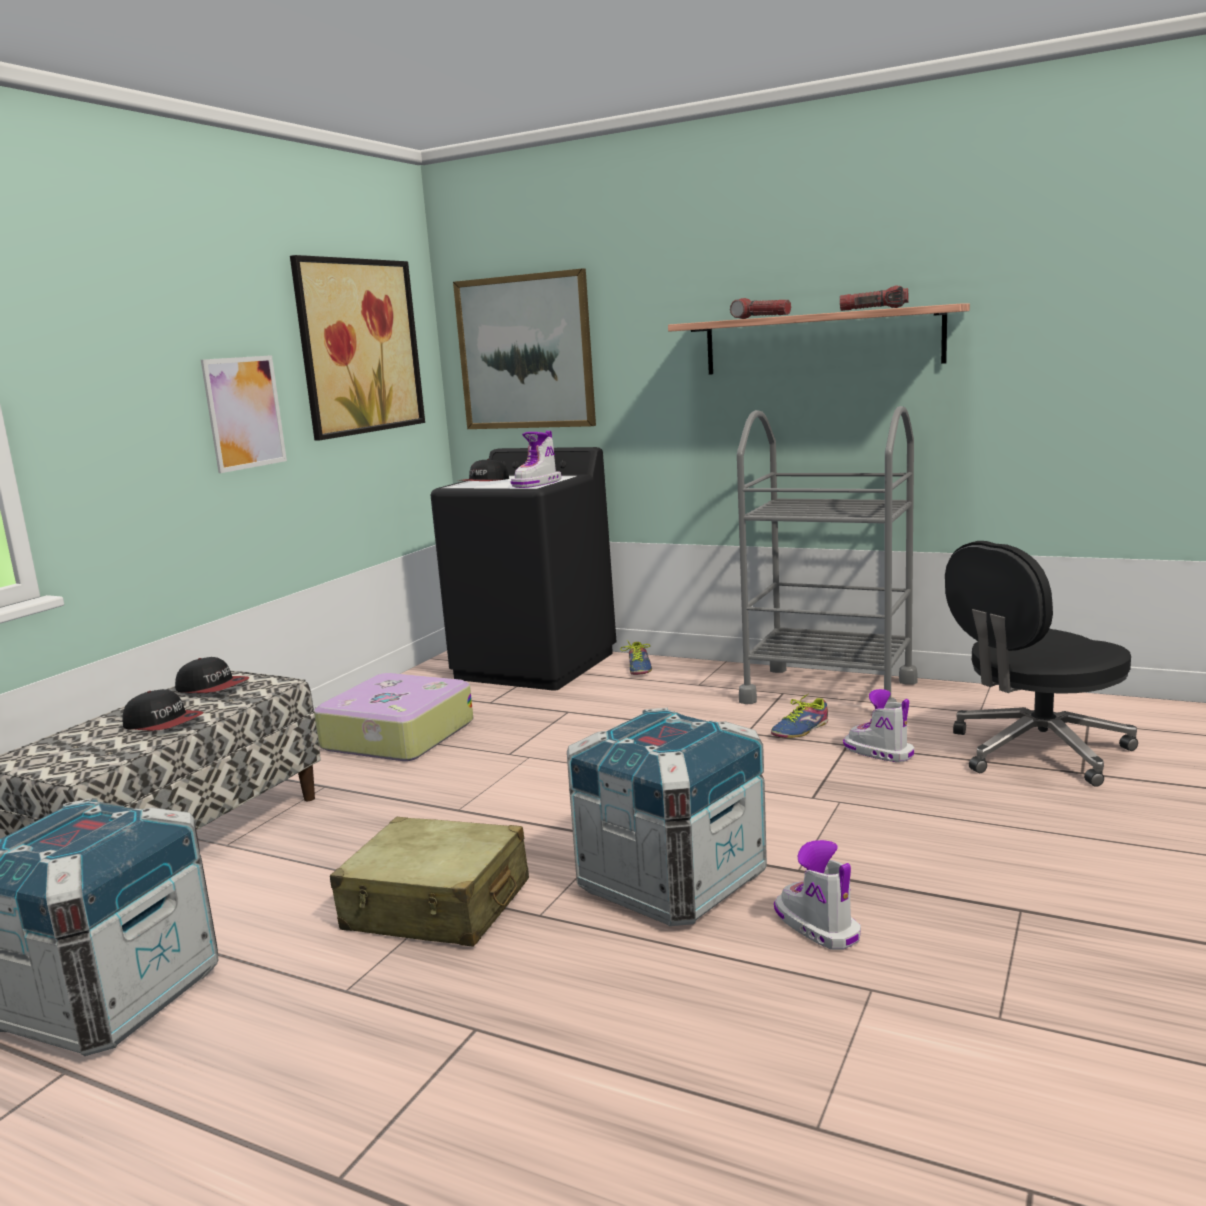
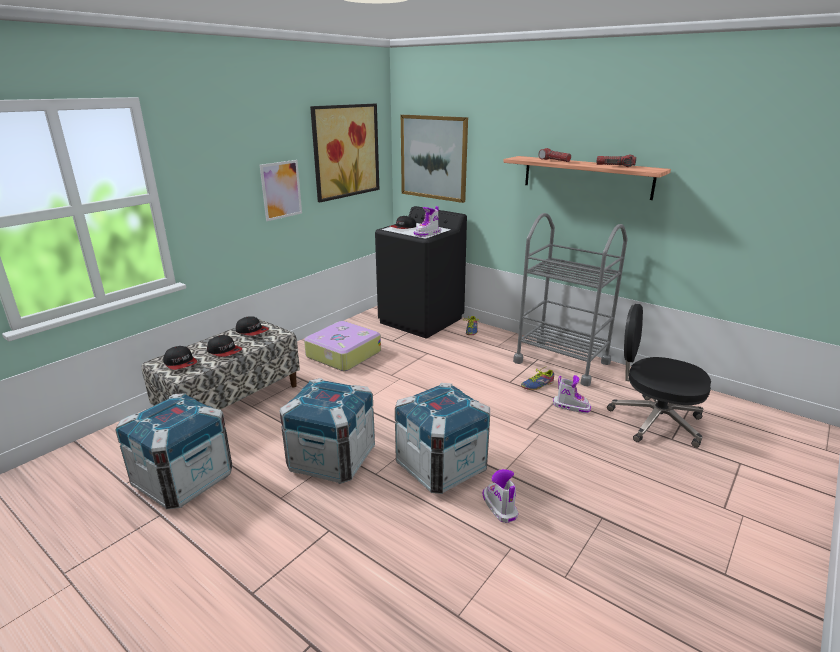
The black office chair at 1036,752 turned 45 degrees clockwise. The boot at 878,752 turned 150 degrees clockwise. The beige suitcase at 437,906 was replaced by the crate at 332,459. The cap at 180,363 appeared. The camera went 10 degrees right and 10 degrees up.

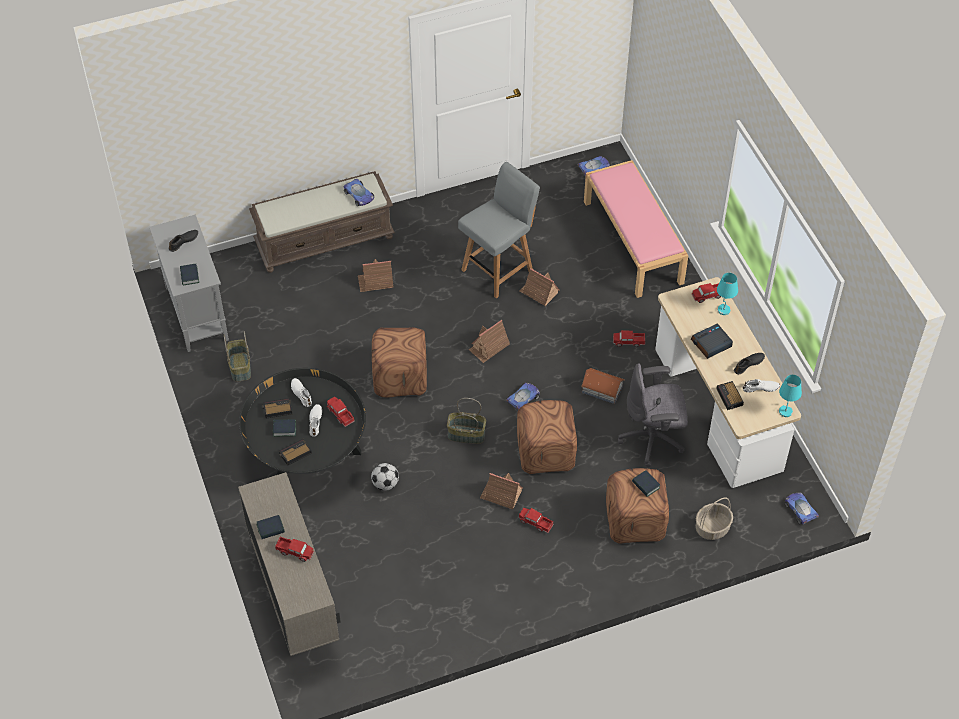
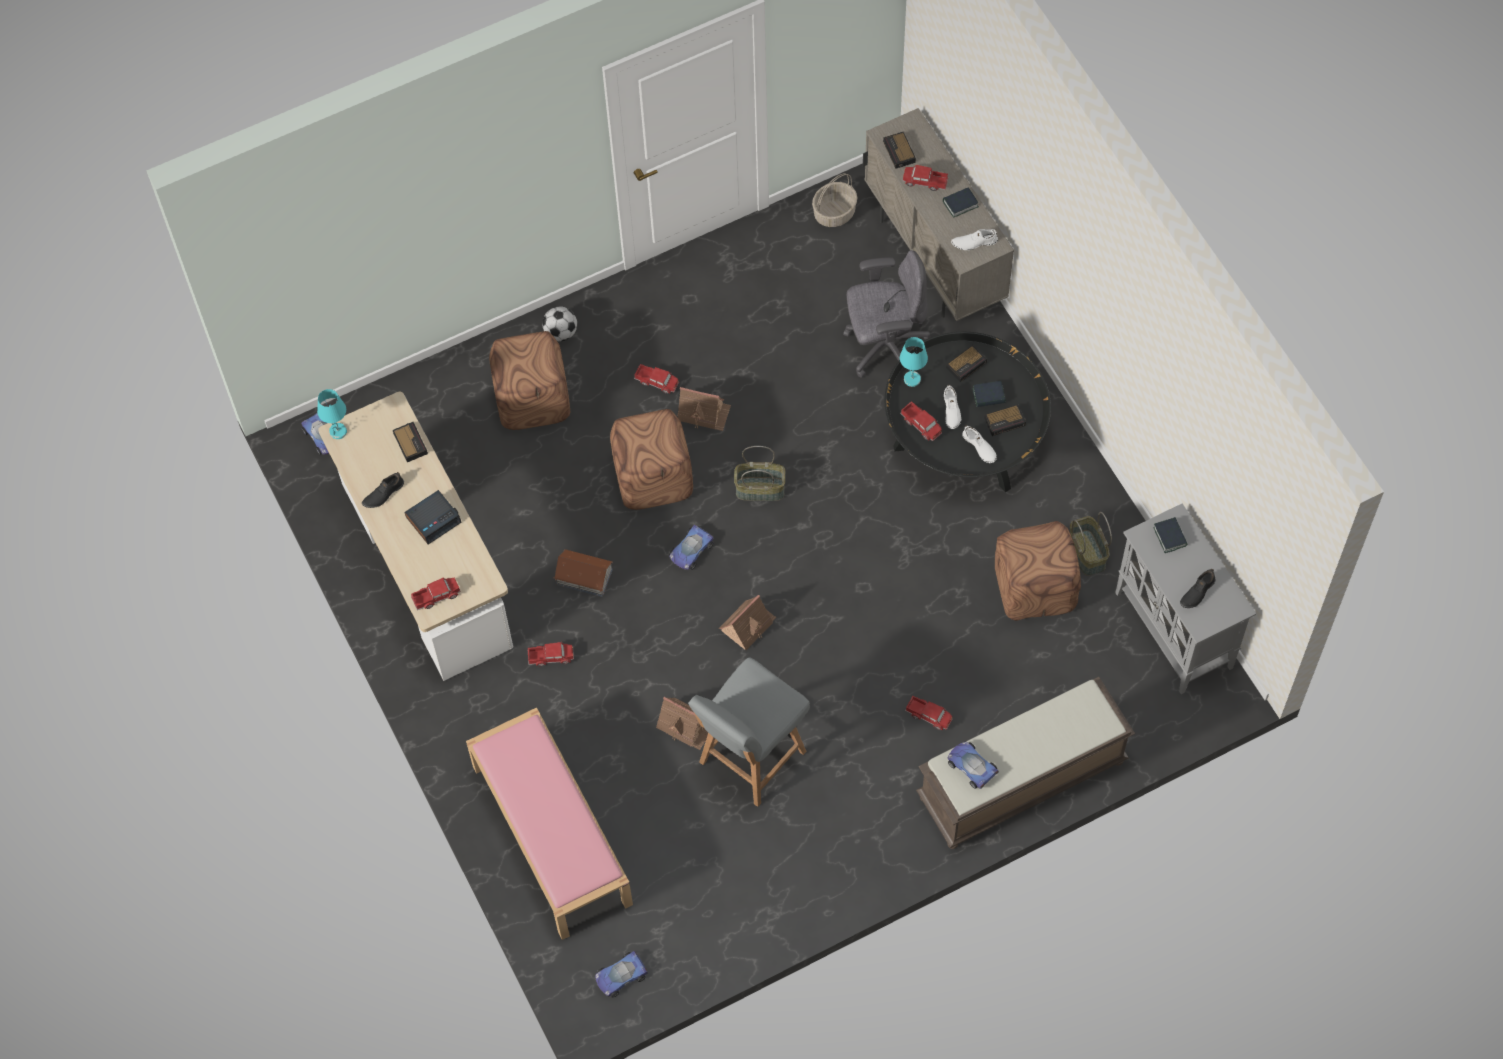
The toy house at 376,281 was replaced by the toy truck at 929,715. The turquoise table lamp moved from 723,310 to 912,378. The brown ottoman moved from 400,378 to 1033,586. The grey office chair moved from 652,439 to 885,346. The white shoe moved from 760,388 to 974,242. The football moved from 385,484 to 561,332. The book at 645,485 disappeared. The basket moved from 712,528 to 834,212. The alarm clock at 899,152 appeared. The camera went 175 degrees right and 10 degrees up.

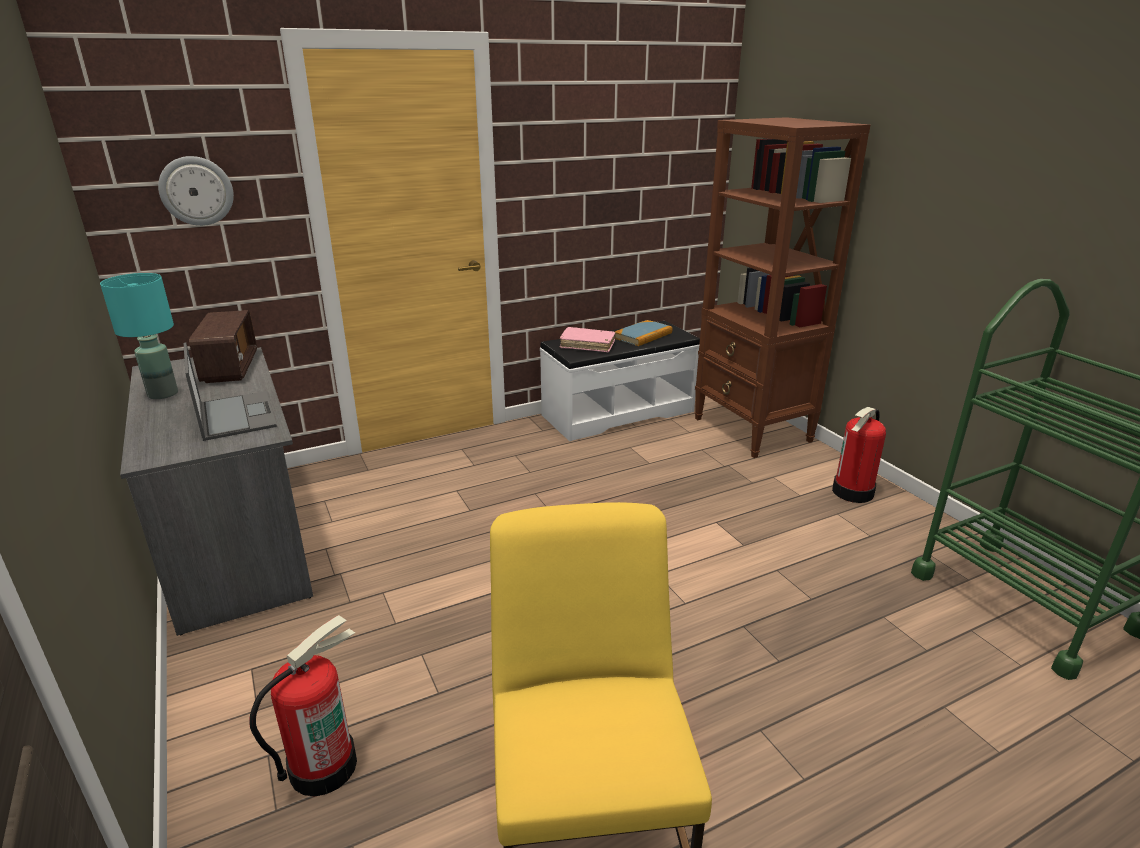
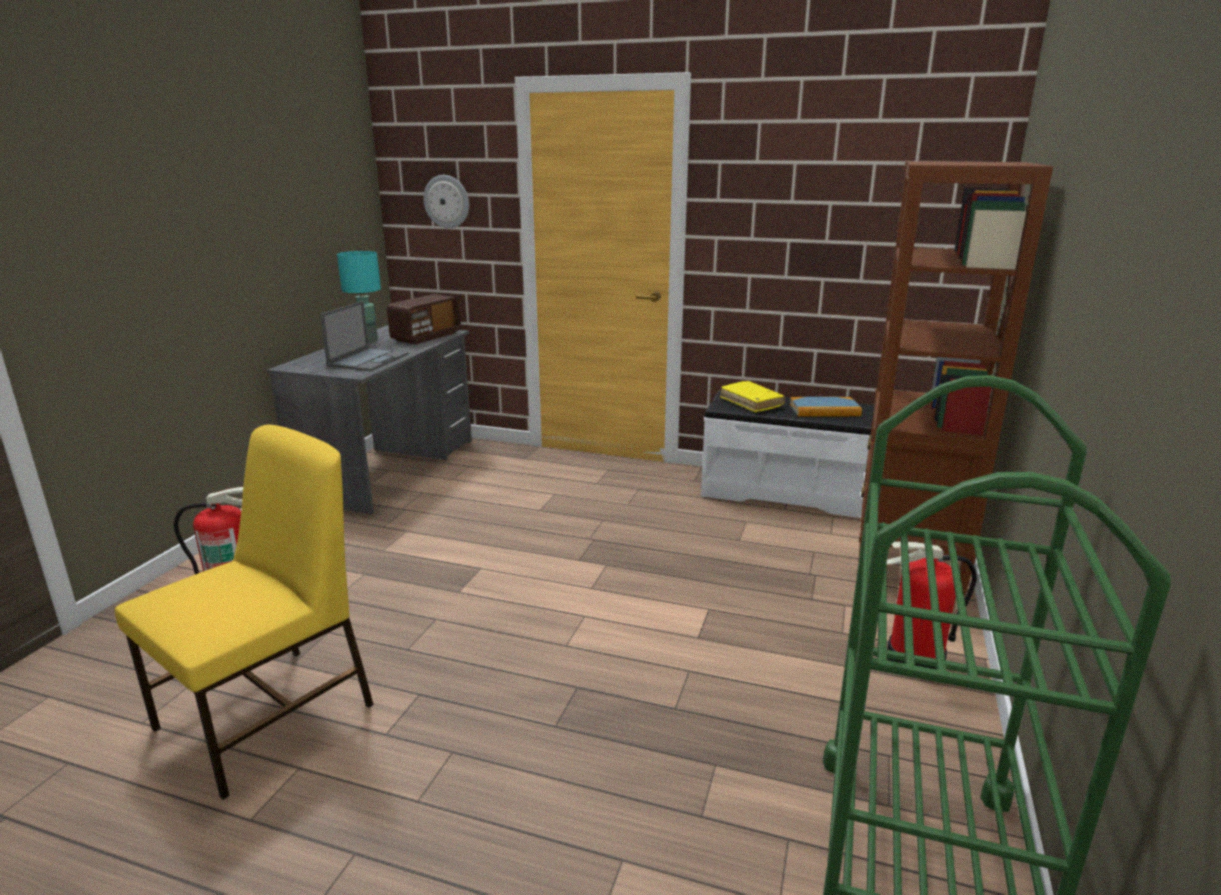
The pink book at 587,345 became the yellow book at 751,402. The camera went 45 degrees right and 5 degrees down.

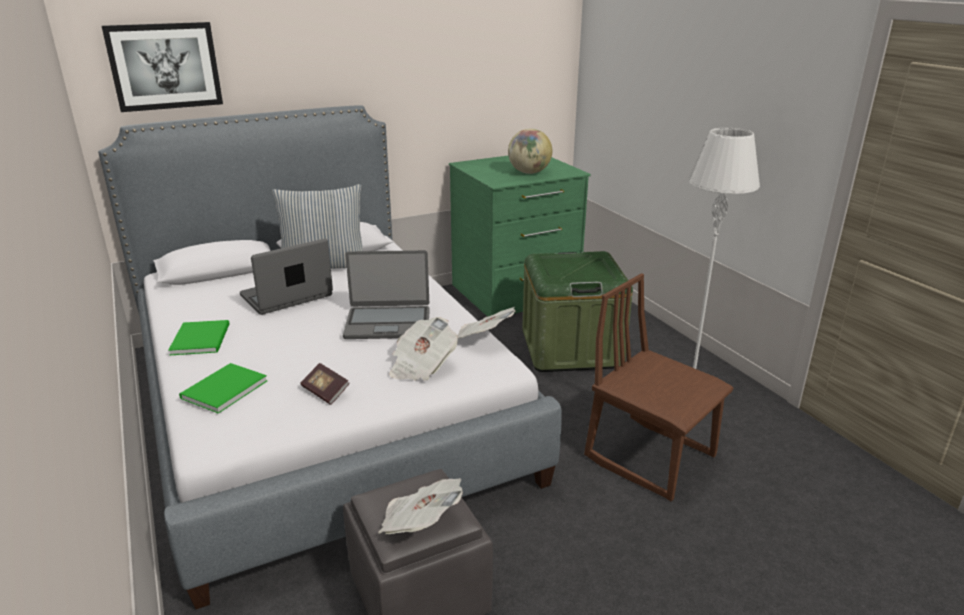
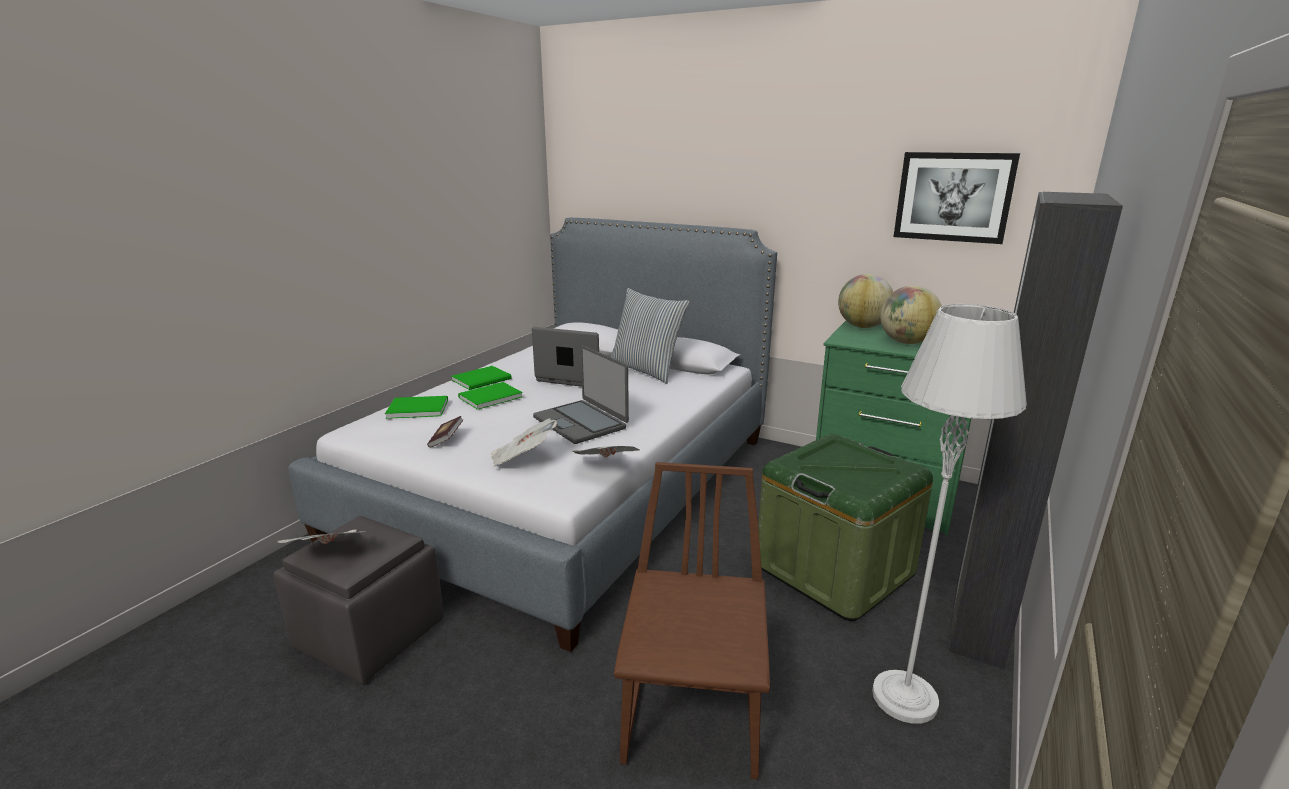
The picture moved from 165,66 to 953,197. The black wardrobe at 978,622 appeared. The globe at 862,327 appeared. The green book at 488,397 appeared. The camera went 55 degrees right and 5 degrees down.

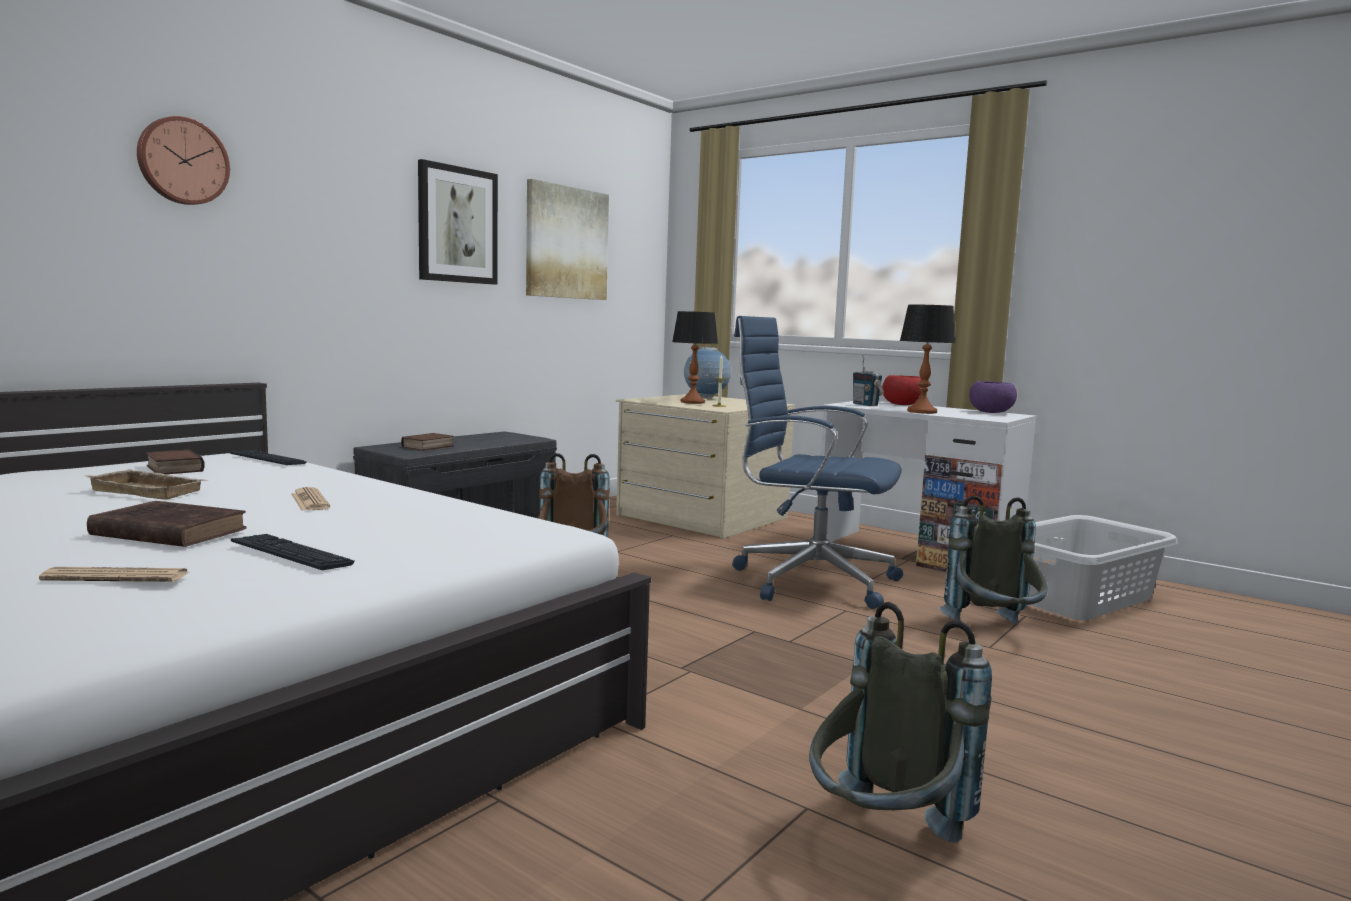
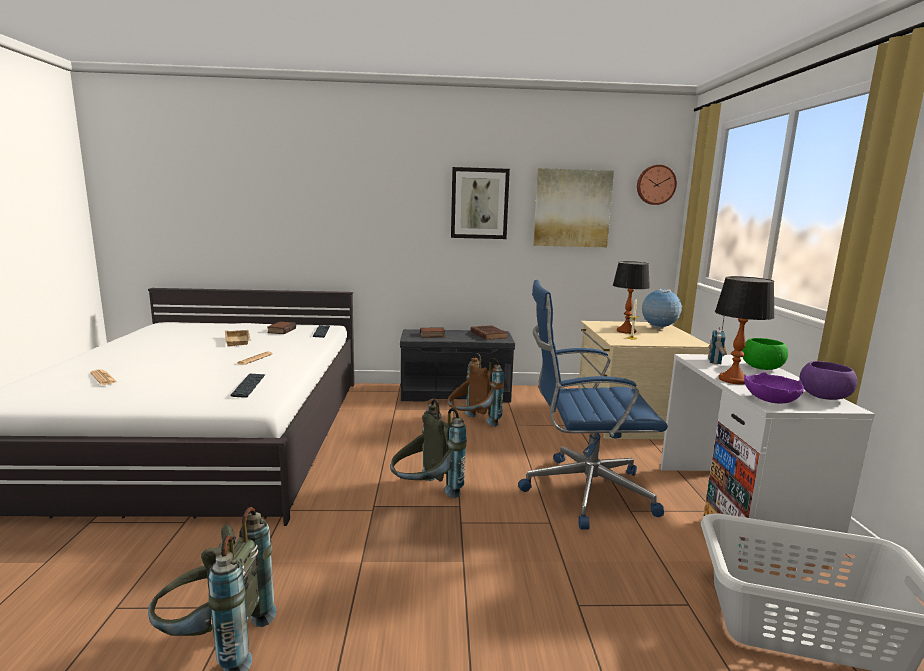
The wall clock moved from 182,161 to 655,185. The blue office chair at 809,580 turned 75 degrees counterclockwise. The red bowl at 902,404 became the green bowl at 762,368. The grey backpack moved from 993,632 to 425,494. The brown book moved from 166,532 to 488,335. The keyboard moved from 290,554 to 249,386. The purple bowl at 771,400 appeared. The camera went 50 degrees right and 5 degrees up.

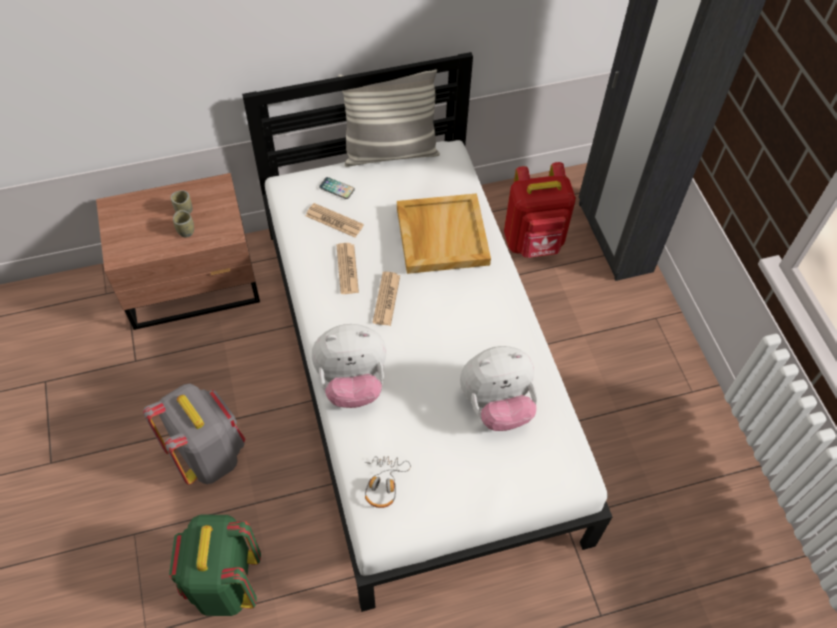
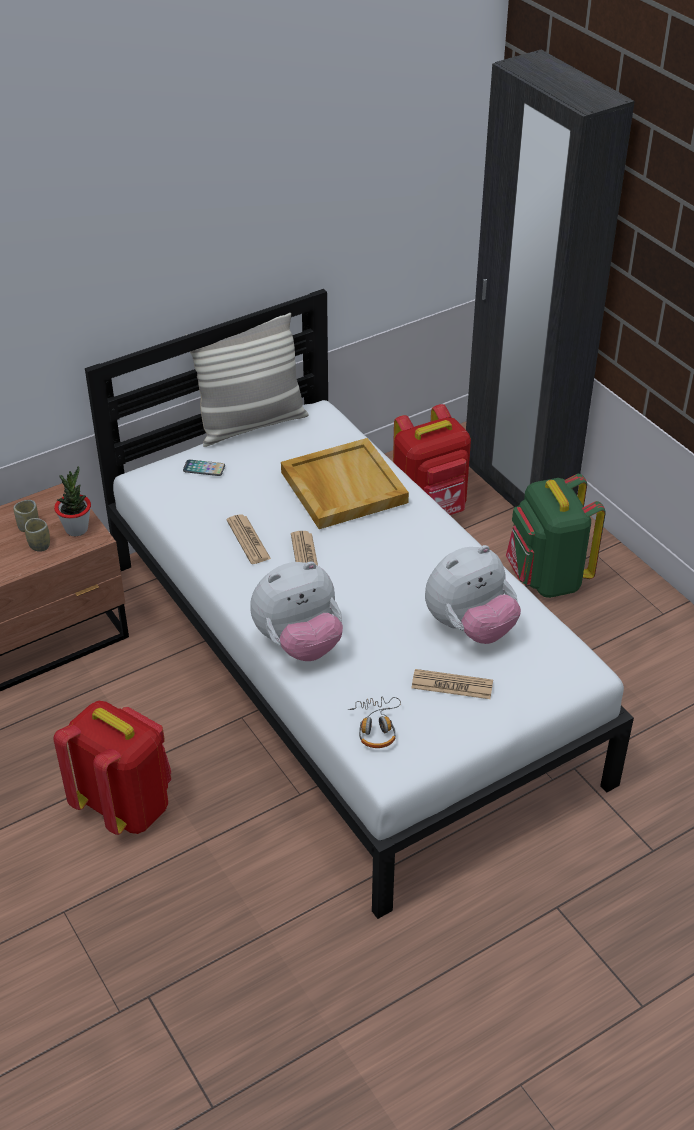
The newspaper moved from 334,221 to 452,685. The grey backpack at 208,454 became the red backpack at 125,806. The green backpack moved from 224,582 to 546,578. The potted plant at 76,529 appeared. The camera went 15 degrees left and 15 degrees down.

